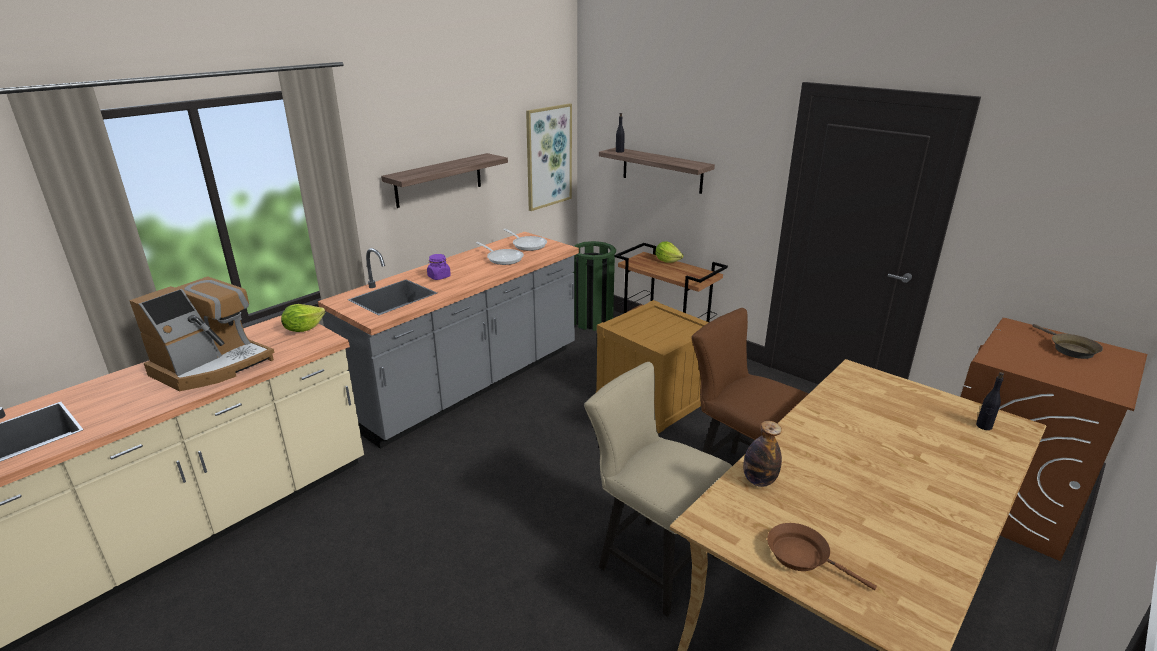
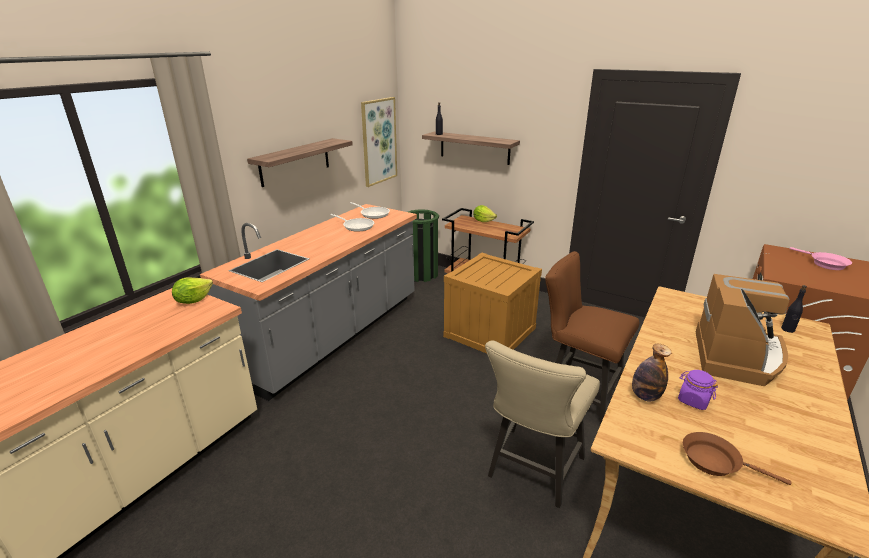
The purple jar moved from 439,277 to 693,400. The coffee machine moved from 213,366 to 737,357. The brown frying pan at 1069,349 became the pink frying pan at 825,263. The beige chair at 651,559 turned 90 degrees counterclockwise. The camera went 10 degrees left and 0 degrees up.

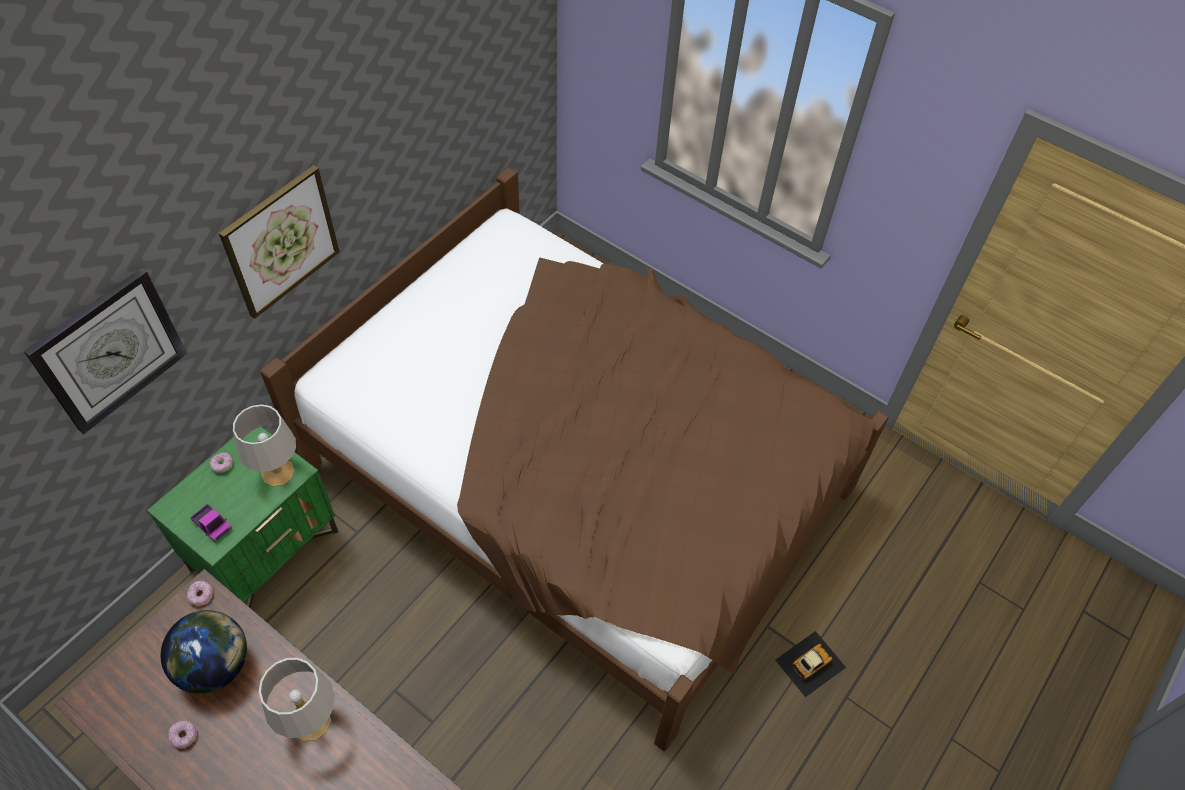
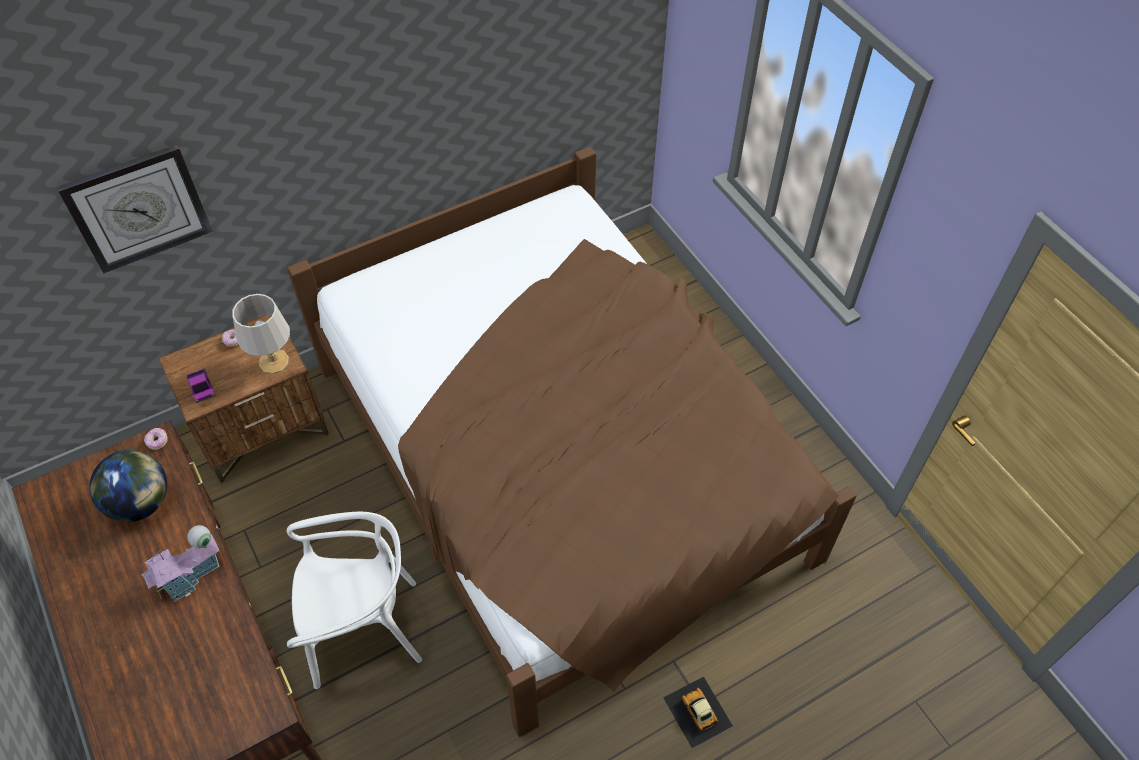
The picture at 281,241 disappeared. The green nightstand at 266,550 became the brown nightstand at 263,430. The toy car at 810,663 turned 105 degrees counterclockwise. The grey table lamp at 311,721 was replaced by the toy house at 191,577. The donut at 184,736 disappeared. The white chair at 363,629 appeared. The camera went 25 degrees right and 0 degrees up.

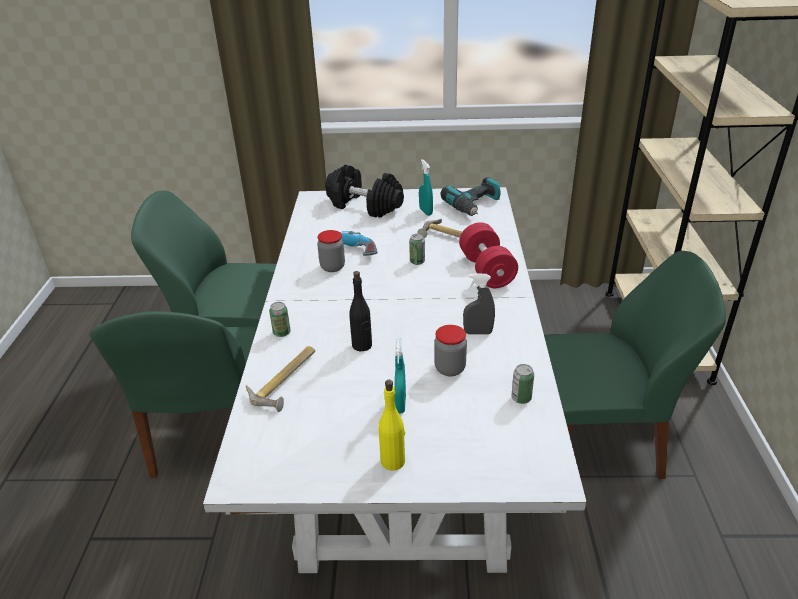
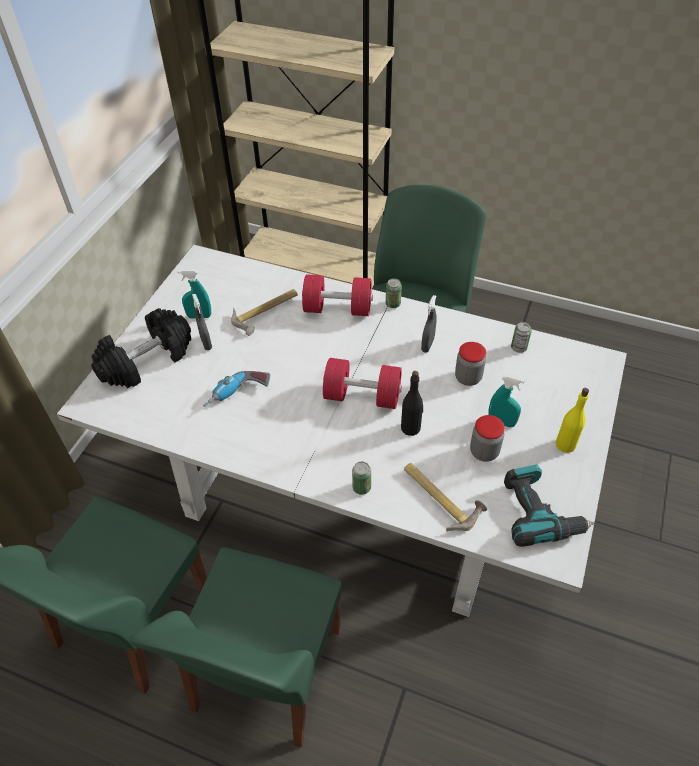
The power drill moved from 475,205 to 539,512. The jar moved from 332,267 to 484,451. The can moved from 417,261 to 393,304. The green chair at 210,439 turned 90 degrees clockwise. The grey spray bottle at 206,343 appeared. The red dumbbell at 362,396 appeared. The camera went 70 degrees left and 15 degrees up.

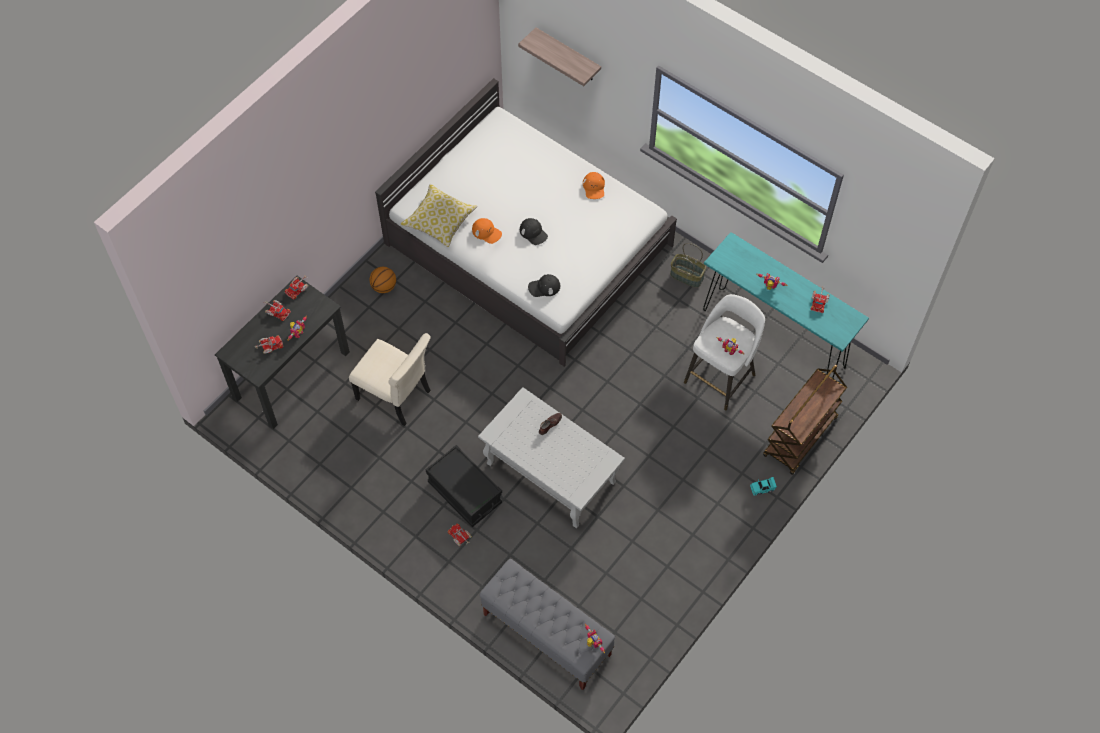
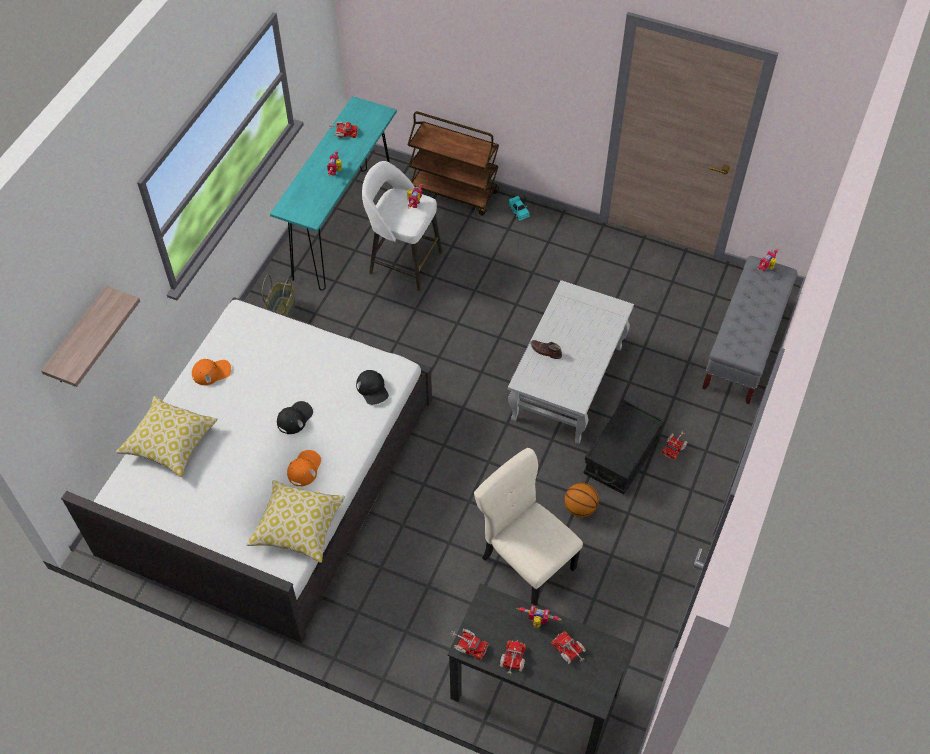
The basketball moved from 383,287 to 580,508. The beige chair at 396,397 turned 60 degrees counterclockwise. The pillow at 169,442 appeared. The camera went 105 degrees left and 5 degrees down.

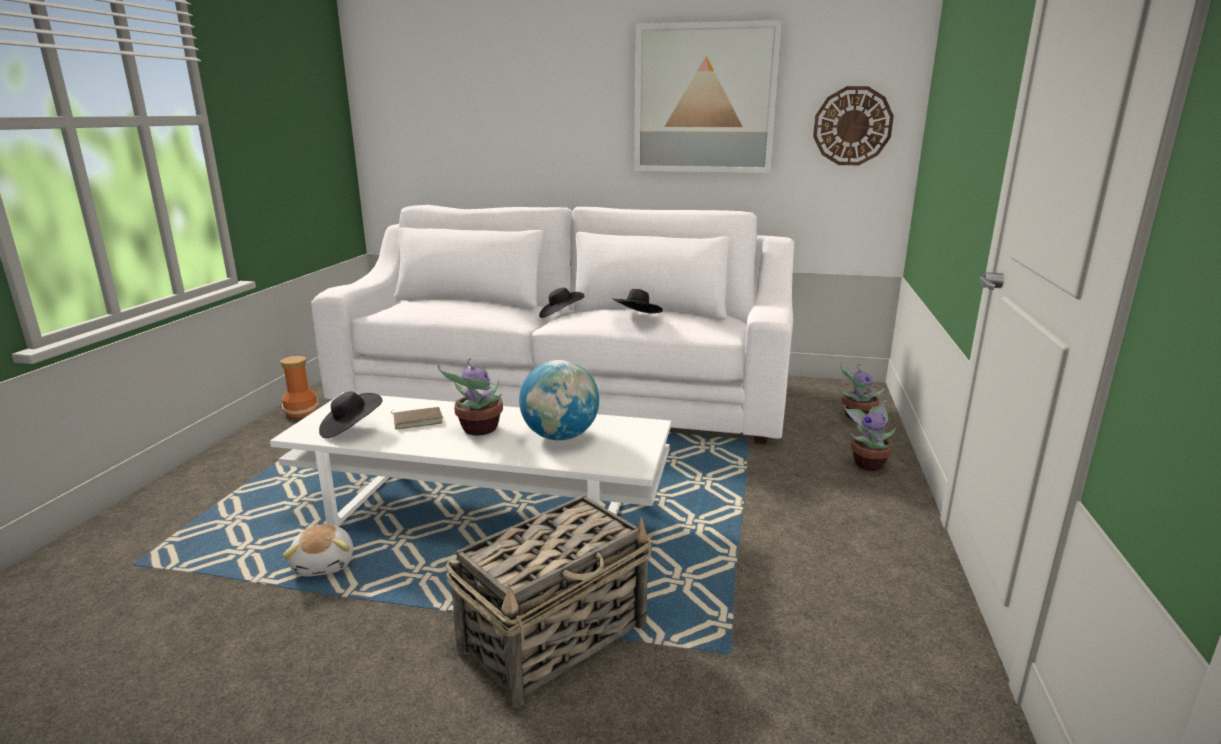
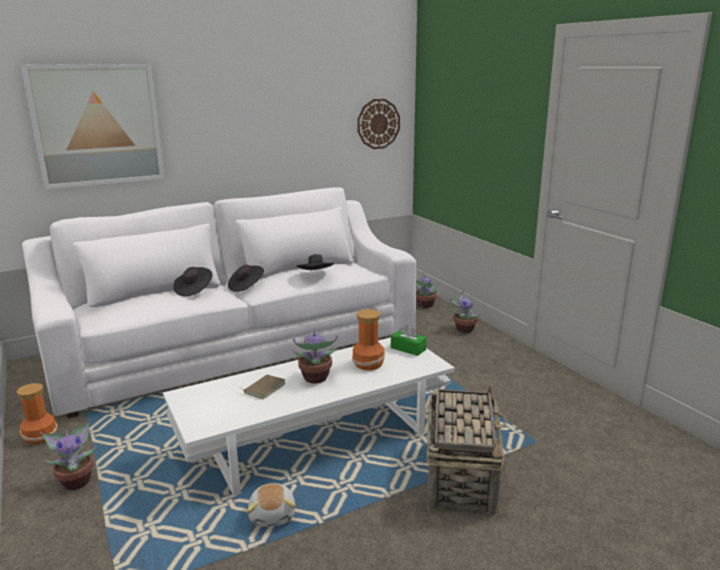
The picture moved from 704,99 to 97,125. The globe at 560,436 was replaced by the vase at 369,364. The black hat moved from 351,429 to 194,290. The plush toy at 325,564 turned 45 degrees clockwise. The green tissue box at 408,349 appeared. The potted plant at 77,481 appeared. The camera went 40 degrees left and 0 degrees up.

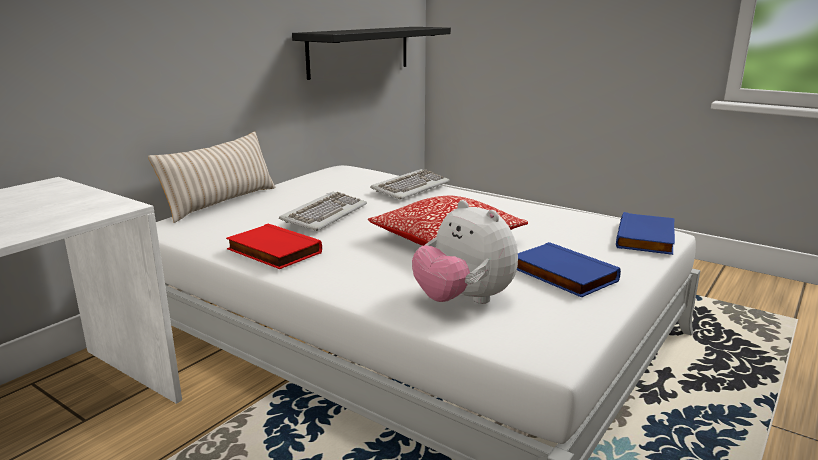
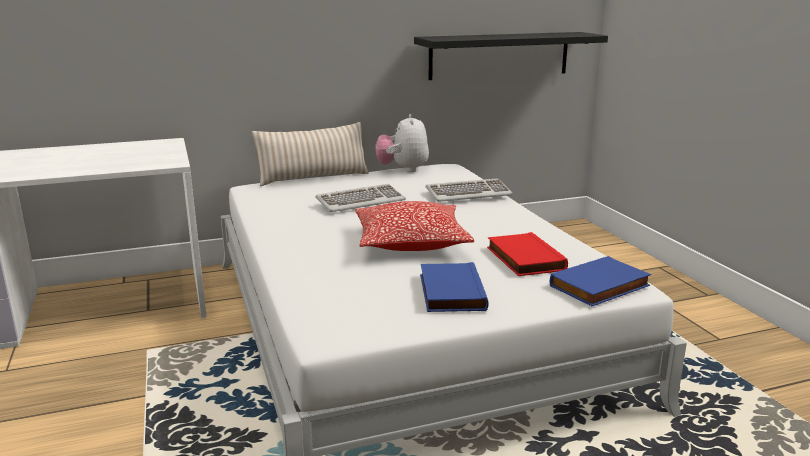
The plush toy moved from 463,300 to 403,169. The red book moved from 272,251 to 523,259. The camera went 35 degrees right and 0 degrees up.

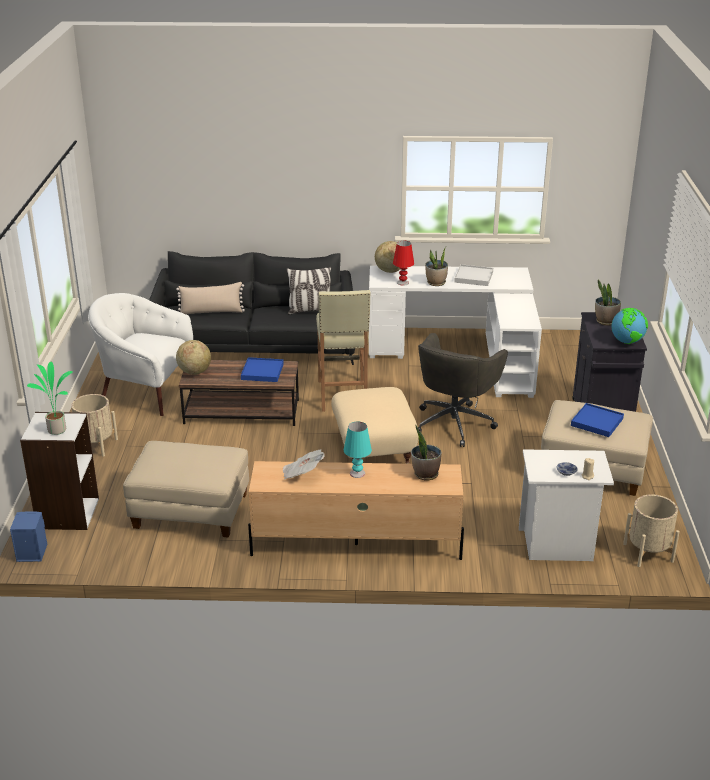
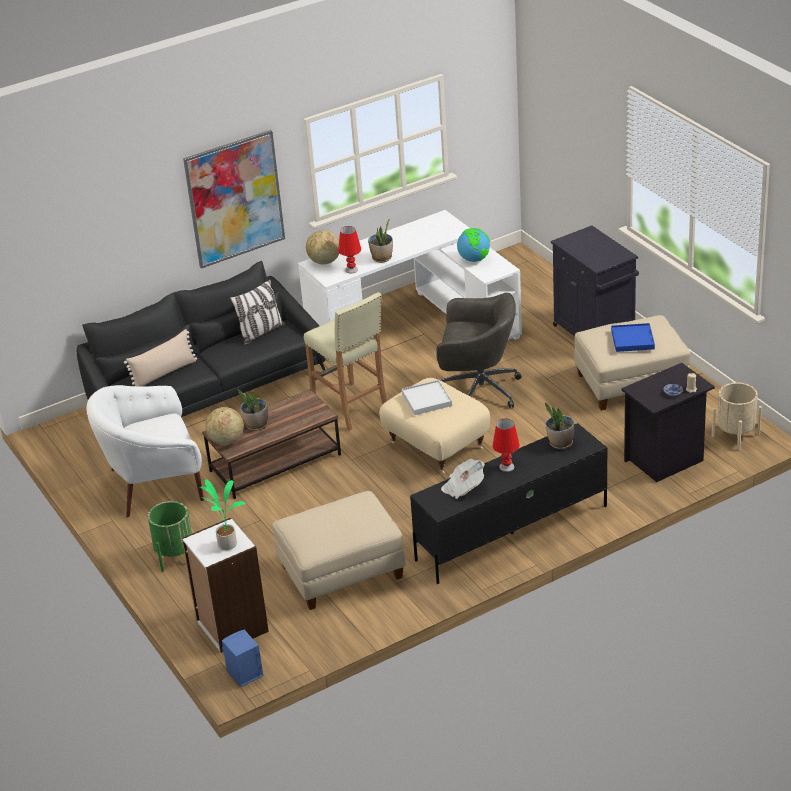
The white tray moved from 474,277 to 427,399. The potted plant moved from 605,321 to 256,425. The globe moved from 627,342 to 474,259. The grey office chair at 454,422 turned 75 degrees counterclockwise. The blue tray at 262,372 disappeared. The beige planter at 96,445 became the green planter at 175,556. The turquoise table lamp at 357,473 became the red table lamp at 507,467. The white nightstand at 557,545 became the black nightstand at 665,460. The beige tv stand at 355,543 became the black tv stand at 510,533. The picture at 234,199 appeared. The camera went 30 degrees left and 5 degrees up.

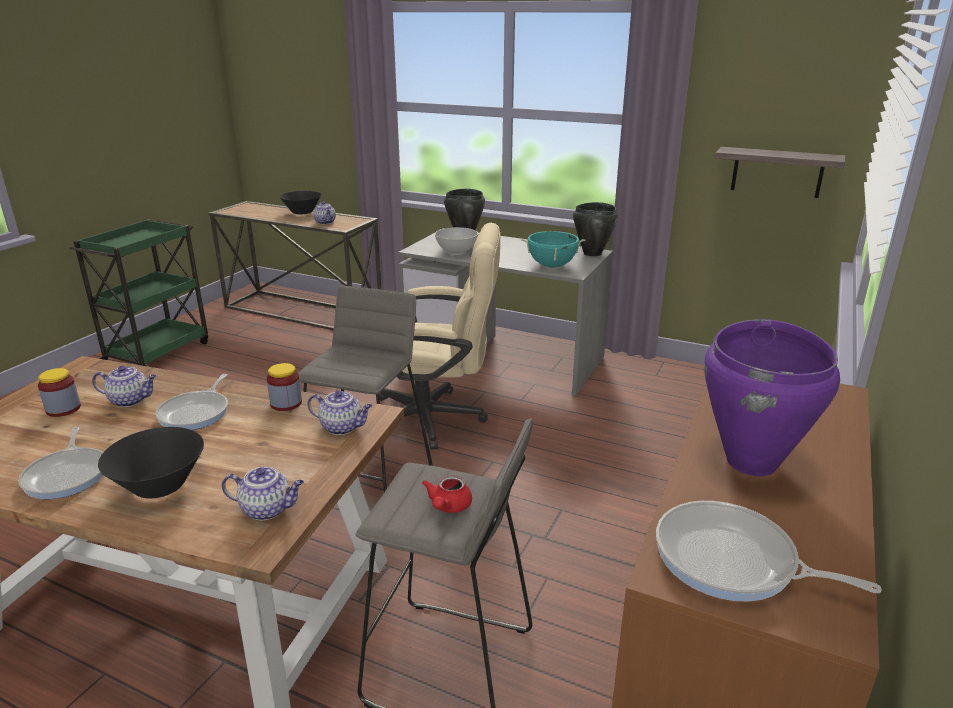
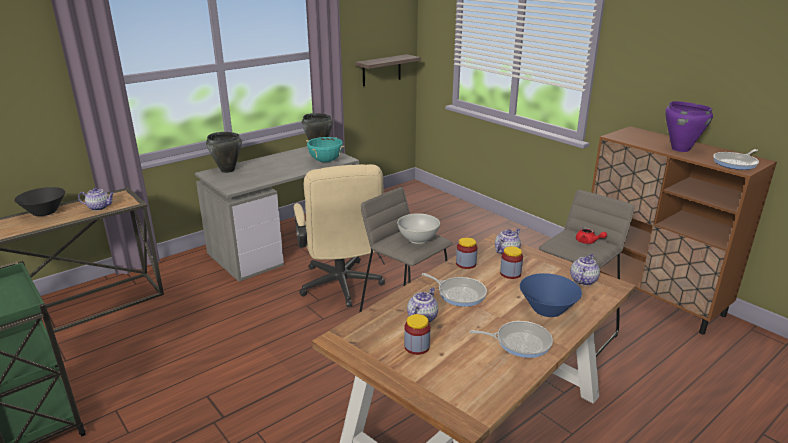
The beige office chair at 437,419 turned 135 degrees clockwise. The white bowl moved from 456,252 to 418,239. The black bowl at 159,486 became the blue bowl at 547,310. The jar at 510,273 appeared. The camera went 65 degrees left and 0 degrees up.

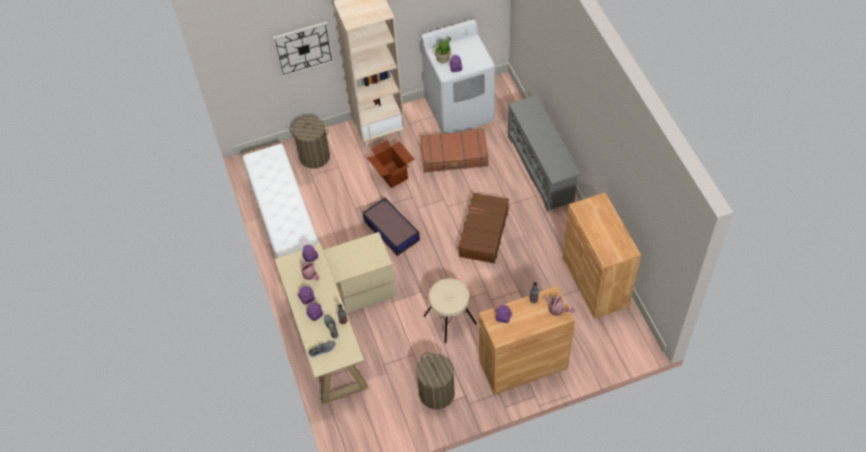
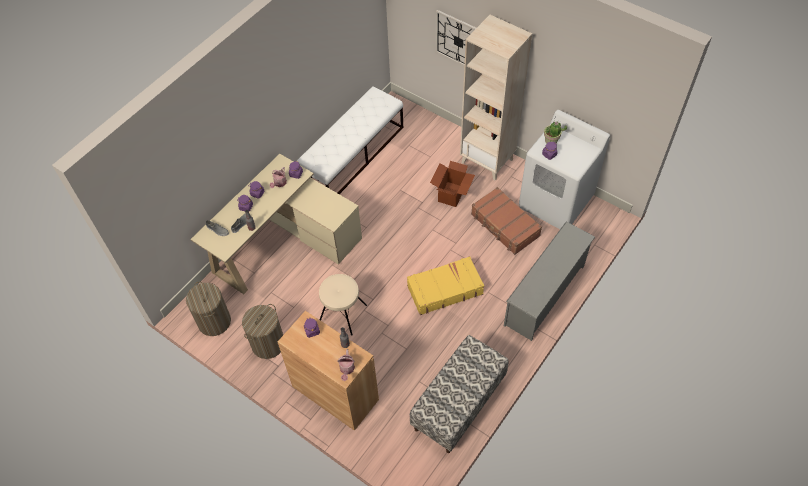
The laundry basket moved from 314,156 to 214,321. The brown suitcase at 483,232 became the yellow suitcase at 444,289. The brown cabinet at 595,282 was replaced by the bench at 458,404. The storage box at 391,230 disappeared. The camera went 55 degrees right and 0 degrees up.

